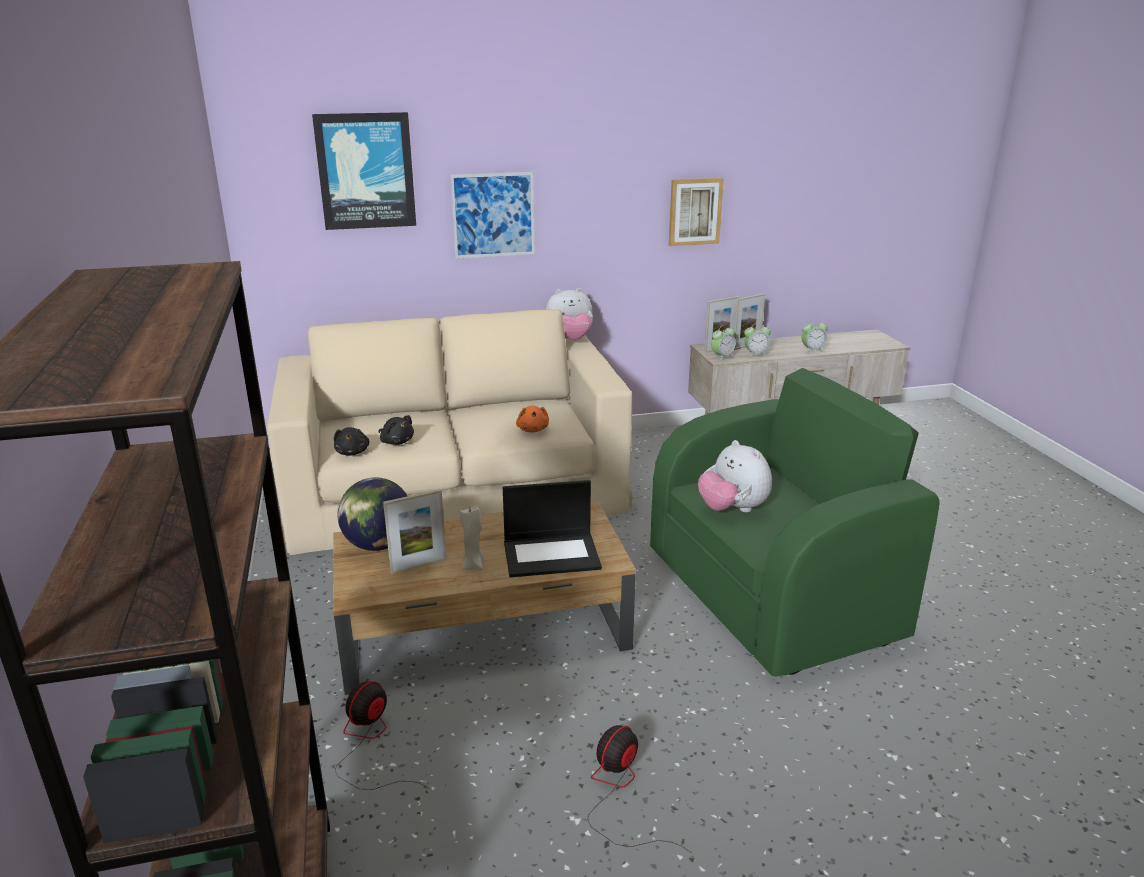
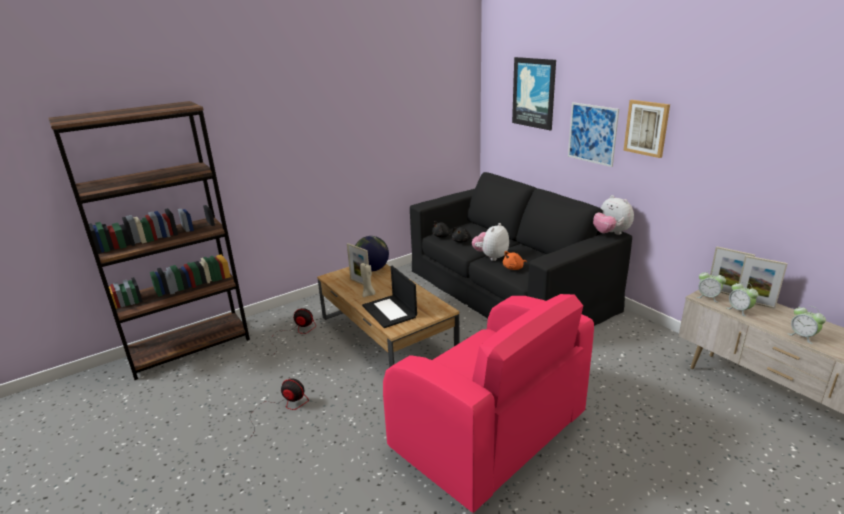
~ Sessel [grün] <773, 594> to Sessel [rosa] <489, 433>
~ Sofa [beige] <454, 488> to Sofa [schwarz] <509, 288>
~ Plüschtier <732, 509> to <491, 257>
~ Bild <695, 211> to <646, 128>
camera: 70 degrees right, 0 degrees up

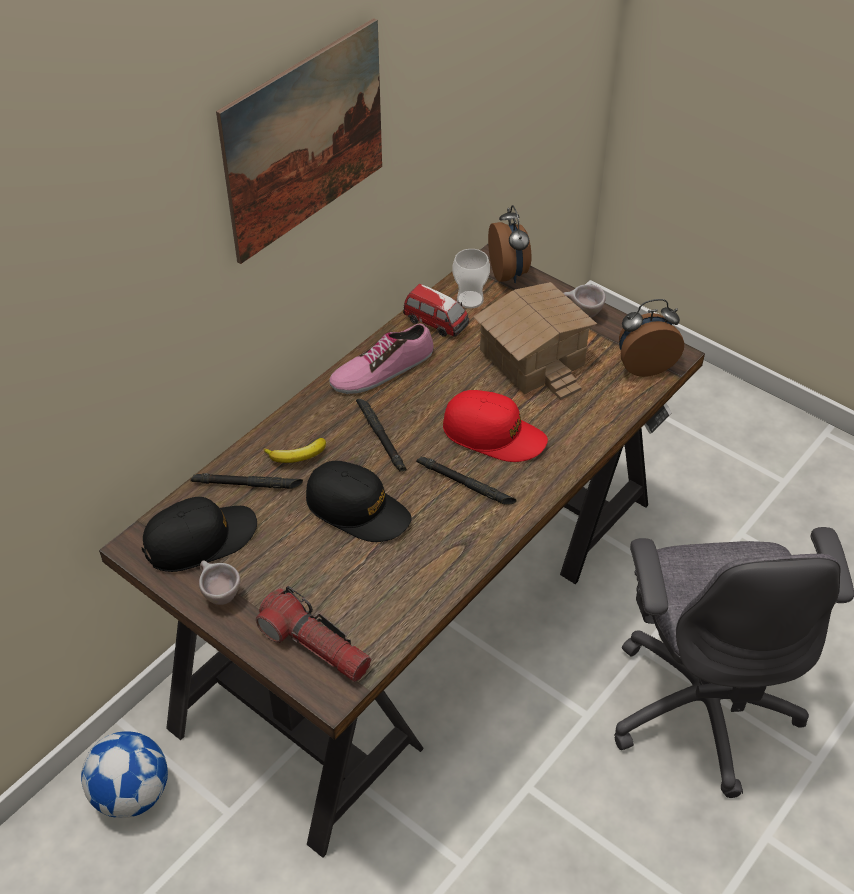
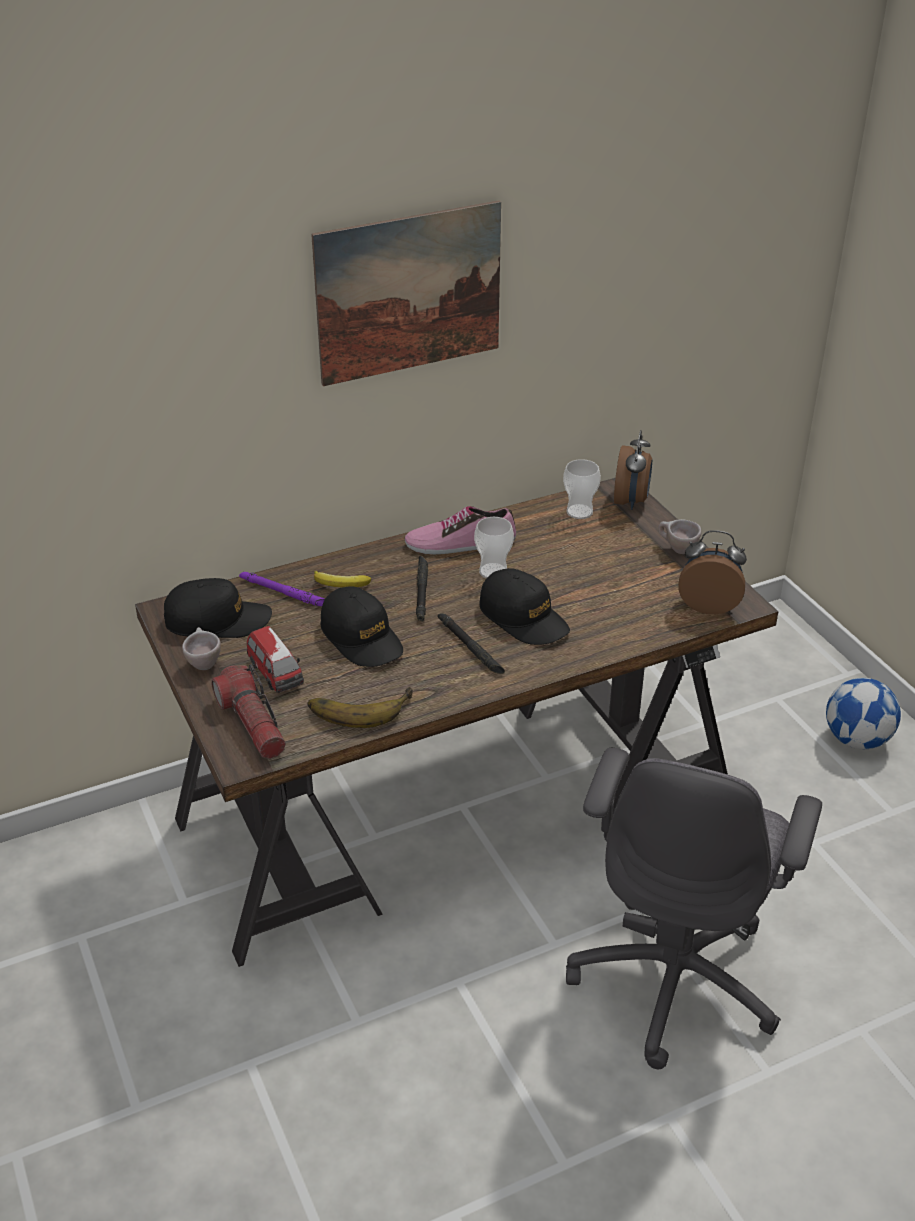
~ Taschenlampe [schwarz] <247, 484> to Taschenlampe [lila] <284, 593>
~ Spielzeugauto <436, 323> to <276, 674>
+ Banane <359, 706>
+ Tasse <493, 571>
~ Kappe [rot] <494, 435> to Kappe [schwarz] <524, 618>
~ Fußball <132, 794> to <857, 739>
- Spielzeughaus <533, 357>
camera: 25 degrees right, 10 degrees down

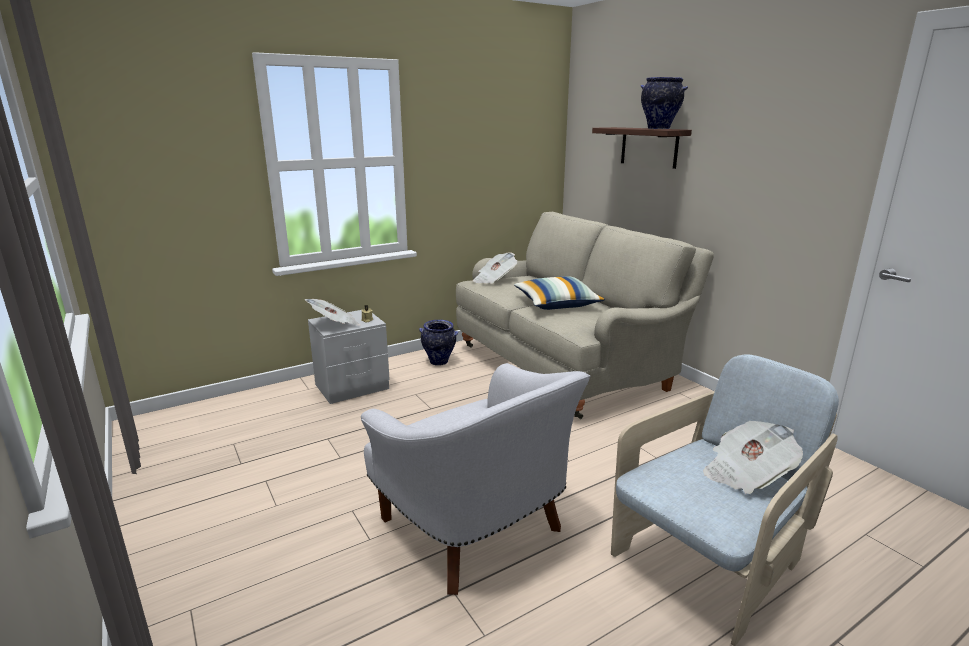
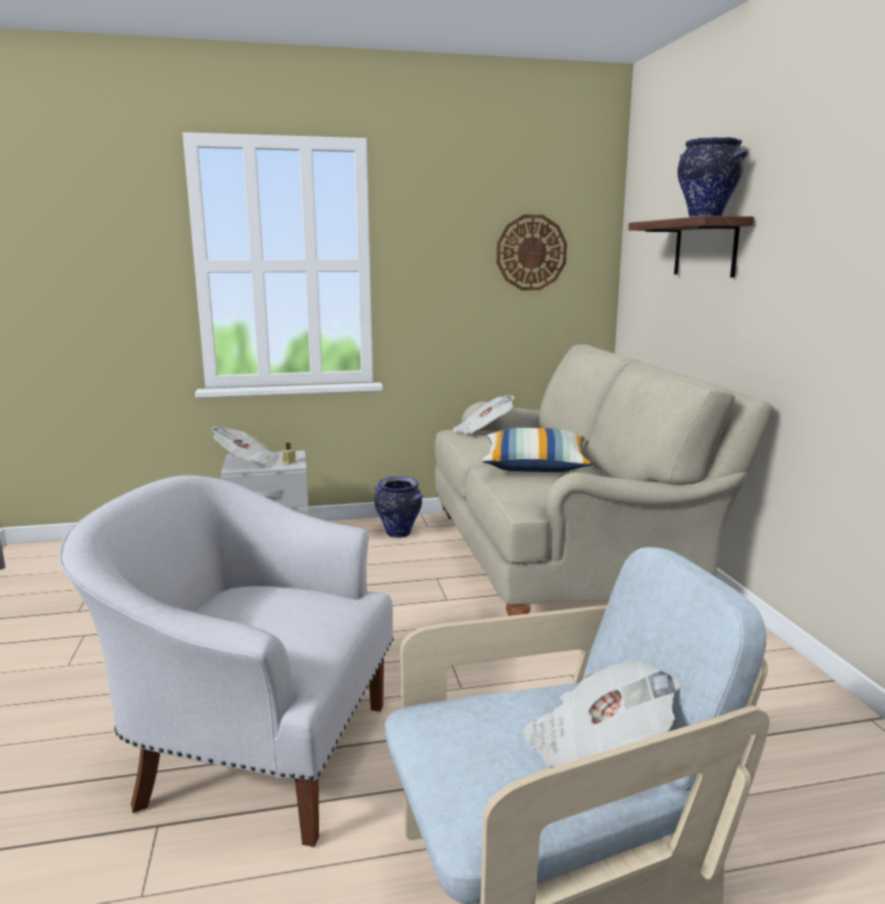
~ Sessel [weiß] <476, 530> = <256, 751> 120 degrees clockwise
+ Wanduhr <531, 253>
camera: 20 degrees right, 5 degrees down

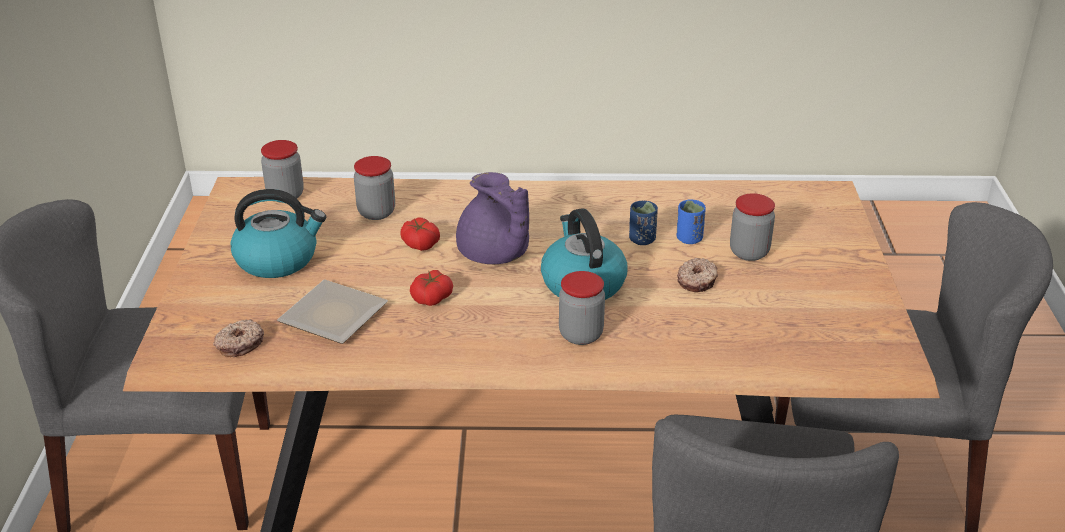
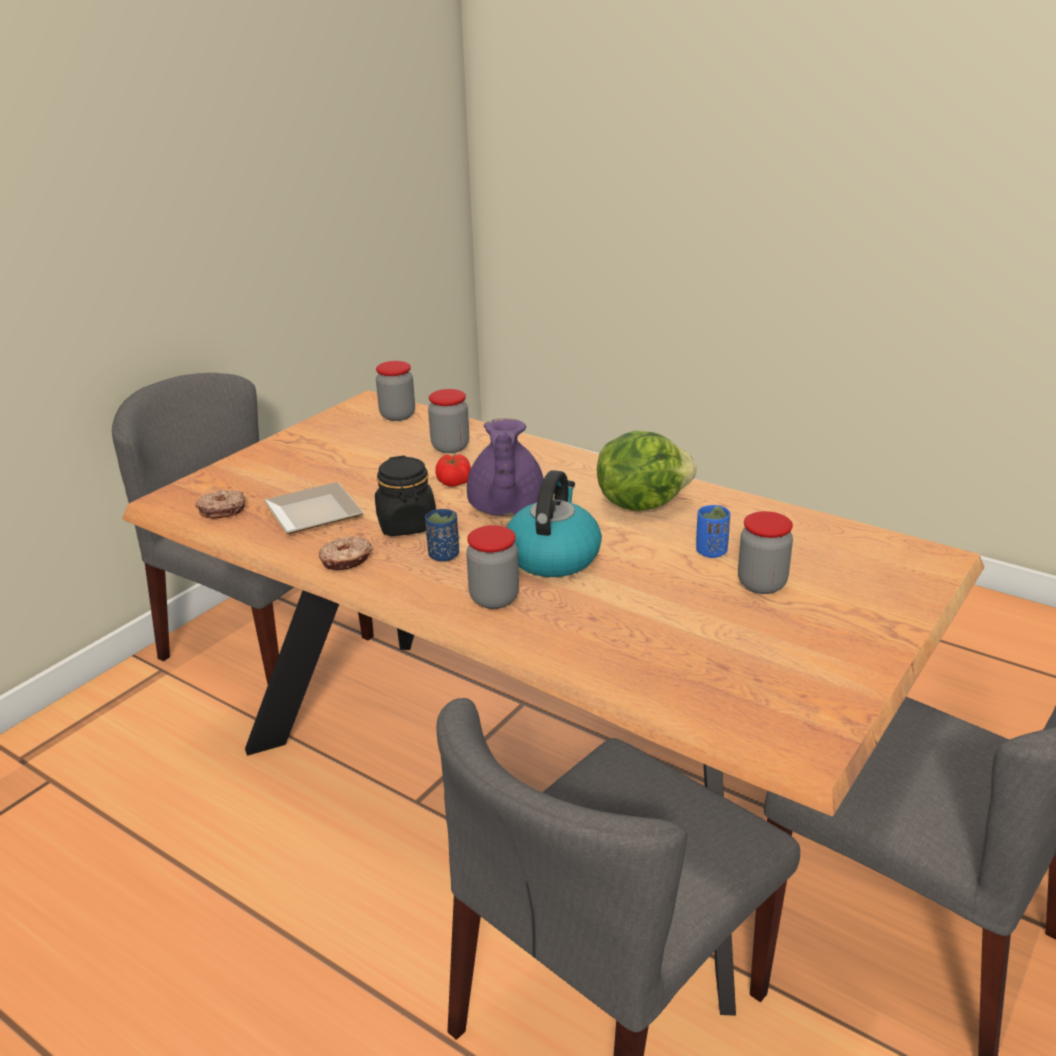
~ Donut <697, 281> to <346, 560>
~ Tomate <431, 297> to Vorratsglas [schwarz] <407, 524>
~ Tasse [blau] <642, 240> to <443, 555>
+ Salatkopf <641, 503>
- Wasserkessel <278, 259>
camera: 35 degrees right, 5 degrees down

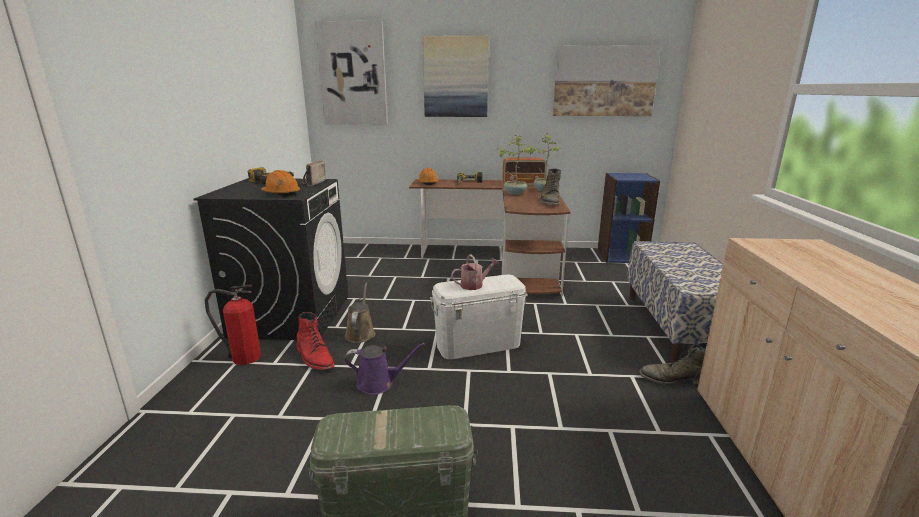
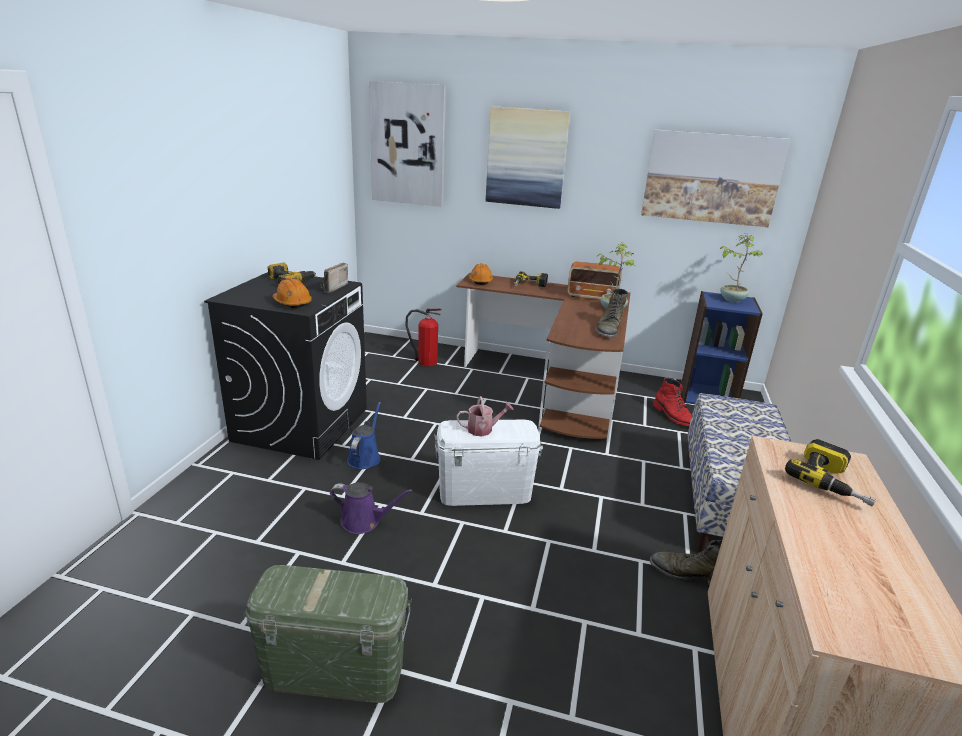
~ Gießkanne [braun] <360, 333> to Gießkanne [blau] <365, 457>
~ Feuerlöscher <243, 357> to <425, 362>
~ Stiefel [rot] <314, 357> to <674, 416>
~ Topfpflanze <514, 193> to <732, 299>
+ Bohrmaschine <832, 482>
camera: 10 degrees right, 5 degrees up

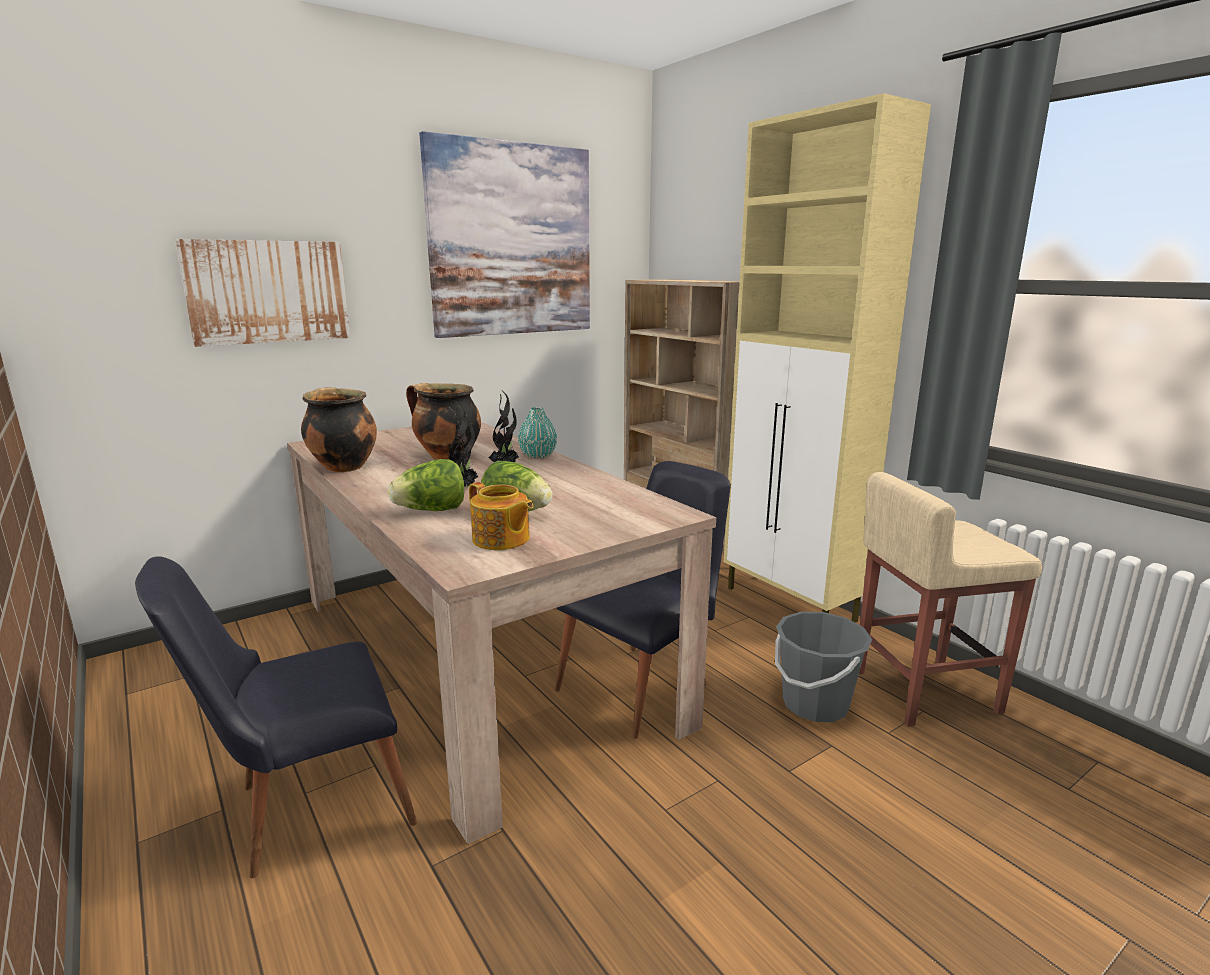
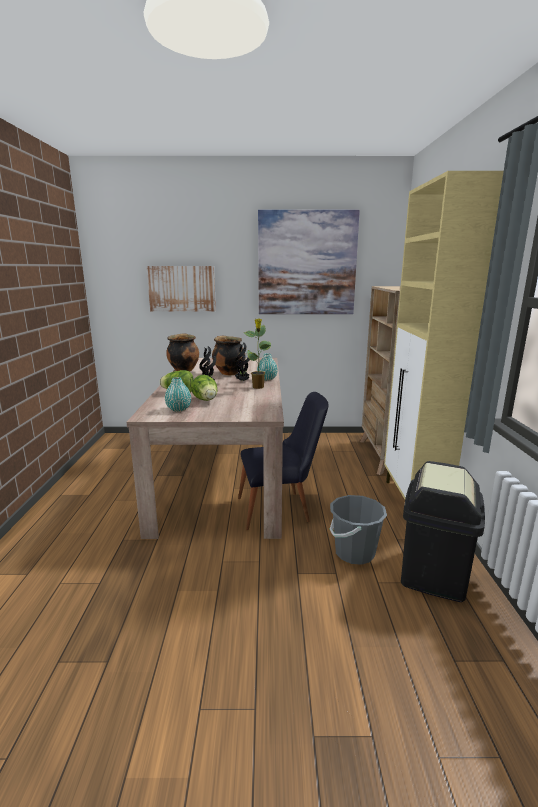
~ Teekanne <501, 540> to Vase [türkis] <178, 409>
+ Topfpflanze <258, 387>
~ Hocker [beige] <923, 691> to Mülleimer [schwarz] <433, 573>
- Stuhl [schwarz] <306, 808>
camera: 35 degrees right, 0 degrees up

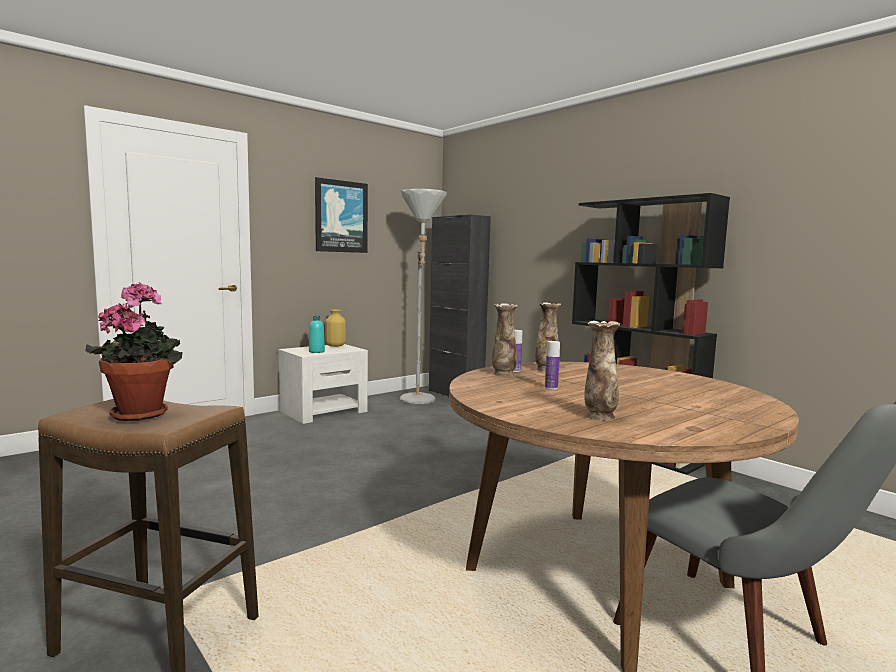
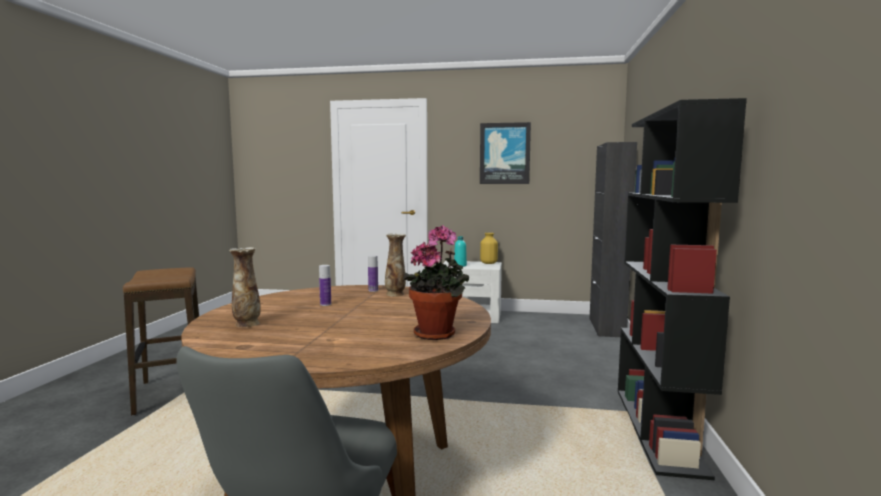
~ Topfpflanze <142, 413> to <438, 333>
- Stehlampe [grau] <419, 402>
- Vase <503, 374>
camera: 50 degrees right, 0 degrees up

